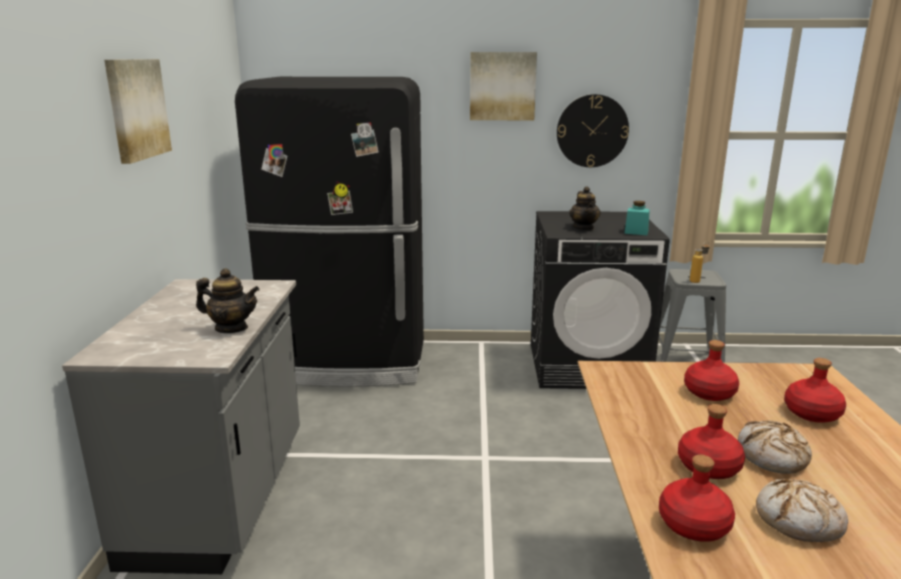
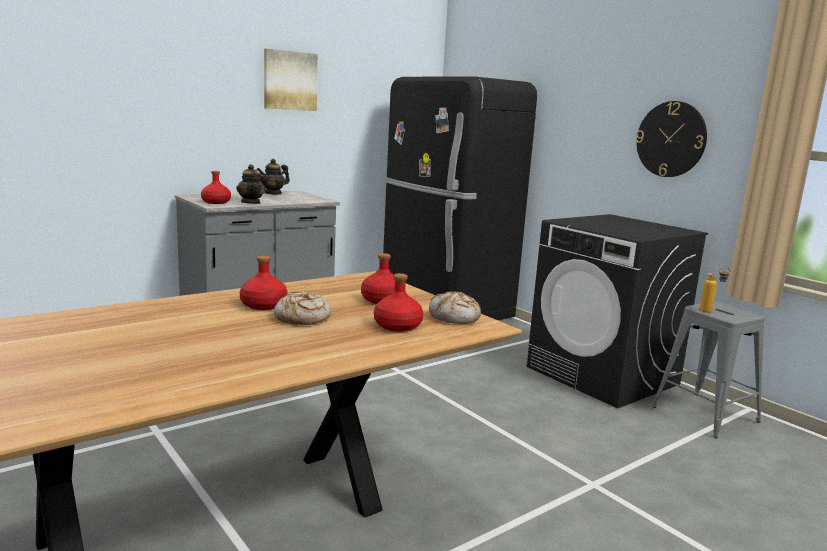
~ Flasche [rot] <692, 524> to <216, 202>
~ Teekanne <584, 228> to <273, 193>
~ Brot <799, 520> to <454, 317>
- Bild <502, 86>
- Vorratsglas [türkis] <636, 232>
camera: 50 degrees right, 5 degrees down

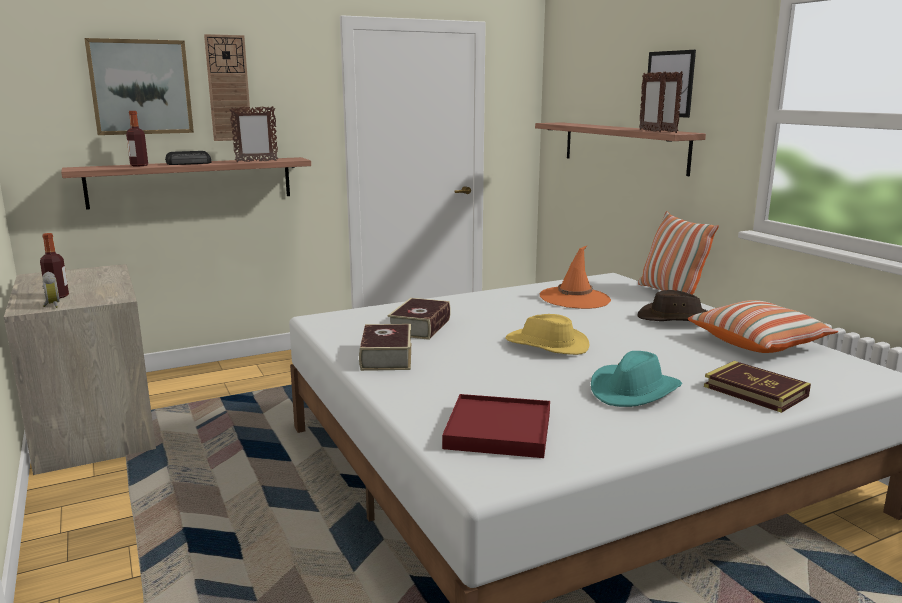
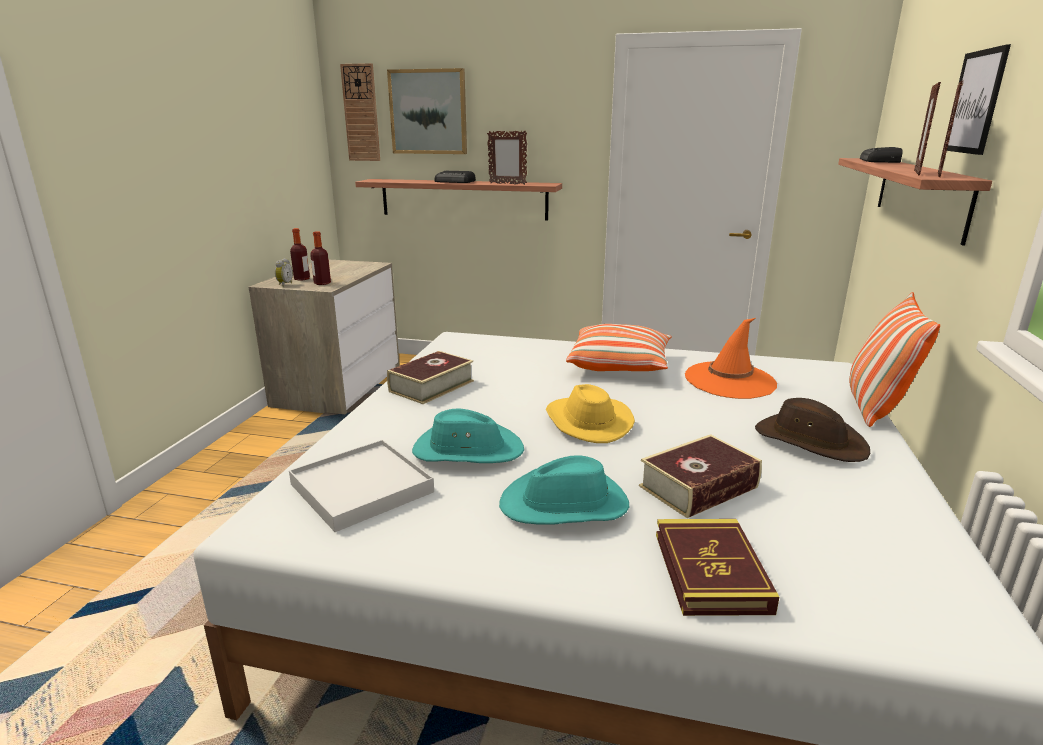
~ Tablett [rot] <498, 430> to Tablett [weiß] <362, 488>
~ Flasche <139, 165> to <322, 283>
~ Wanduhr <228, 88> to <361, 113>
+ Hut [türkis] <467, 450>
~ Kissen <758, 343> to <619, 365>
~ Buch <420, 327> to <698, 487>
+ Radio <880, 161>
camera: 40 degrees right, 5 degrees up

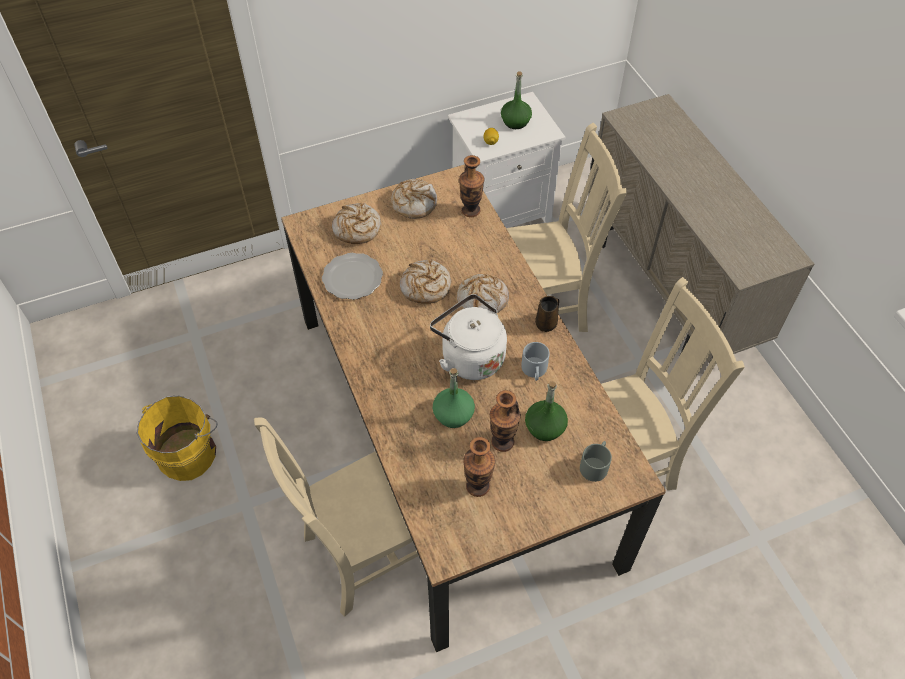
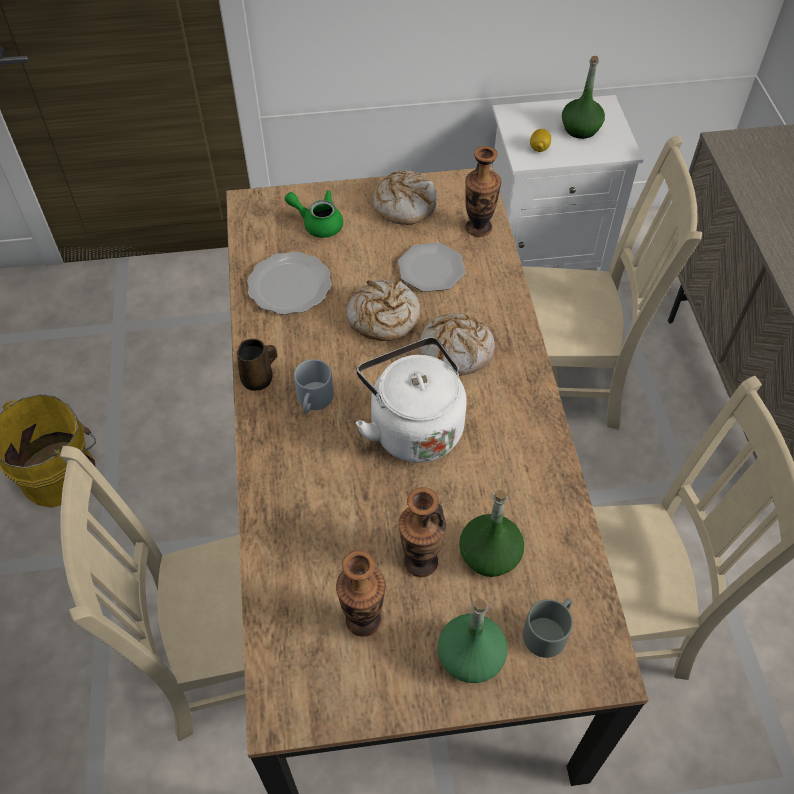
~ Henkelbecher [braun] <547, 323> to <259, 379>
~ Brot <357, 229> to Teekanne [grün] <318, 223>
~ Henkelbecher [grau] <535, 371> to <314, 401>
+ Teller <432, 269>
~ Flasche [grün] <453, 414> to <470, 656>
camera: 15 degrees right, 0 degrees up

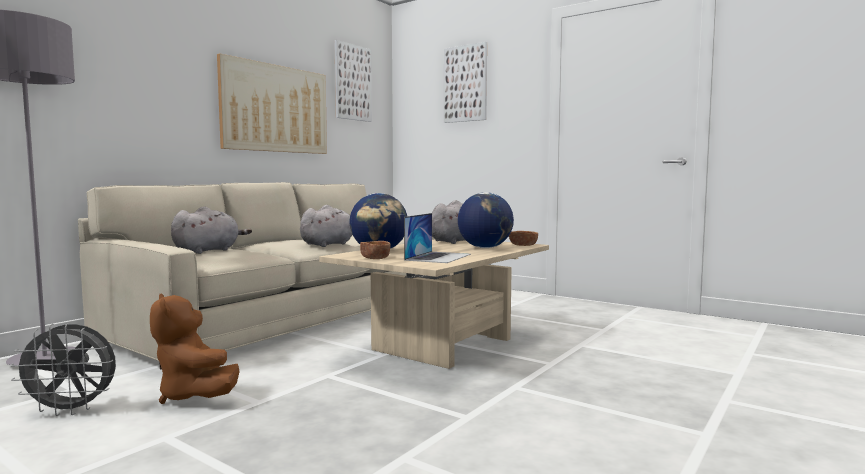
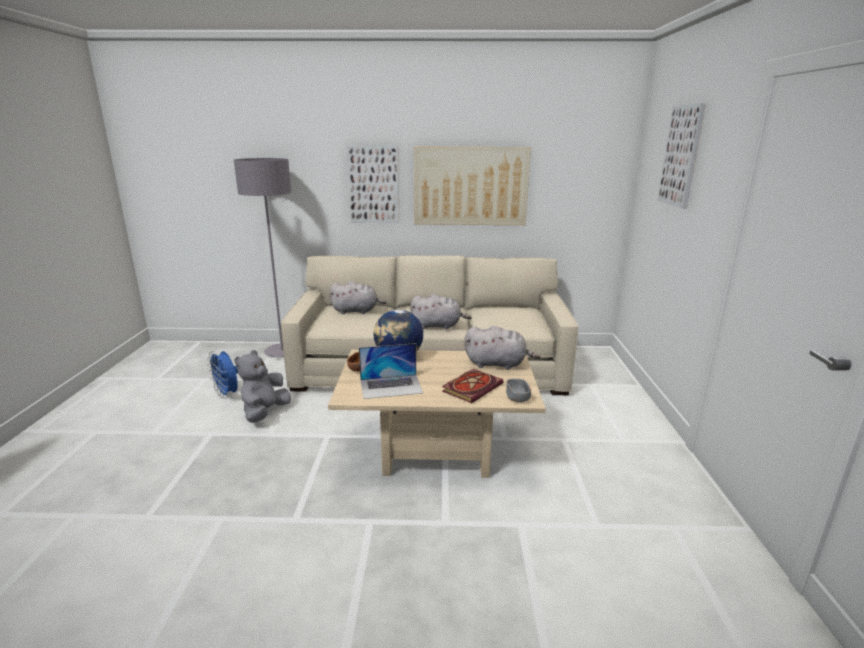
~ Ventilator [grau] <72, 410> to Ventilator [blau] <227, 394>
~ Plüschtier [braun] <195, 395> to Plüschtier [grau] <265, 413>
~ Bild <352, 82> to <373, 184>
~ Globus <485, 248> to Buch <472, 387>
~ Schüssel [braun] <523, 245> to Schüssel [grau] <517, 398>
camera: 55 degrees right, 15 degrees up

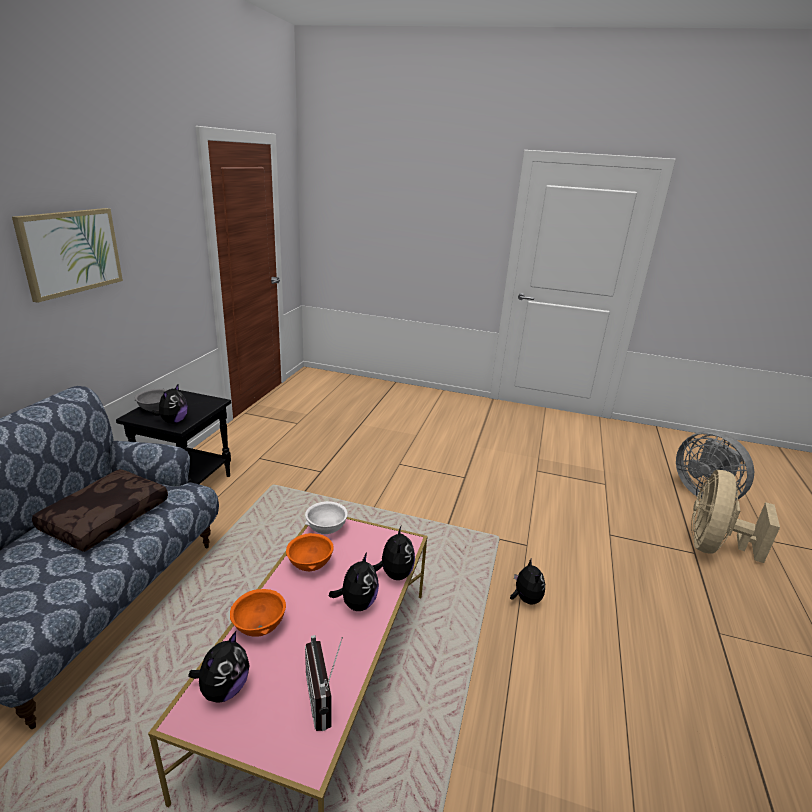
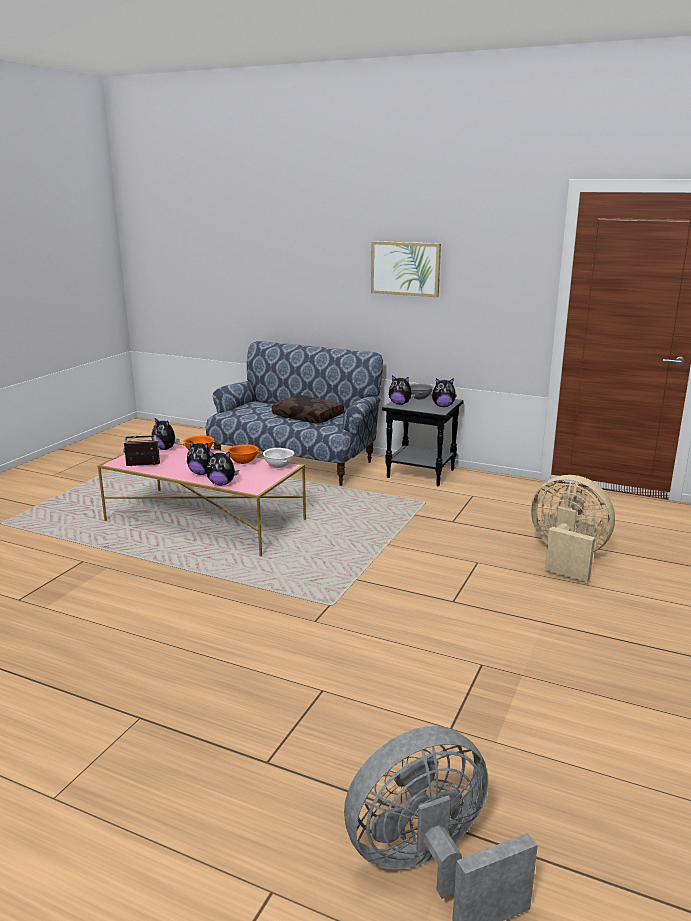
~ Plüschtier <525, 599> to <443, 406>
~ Ventilator [beige] <713, 546> to <566, 558>
camera: 100 degrees right, 5 degrees down

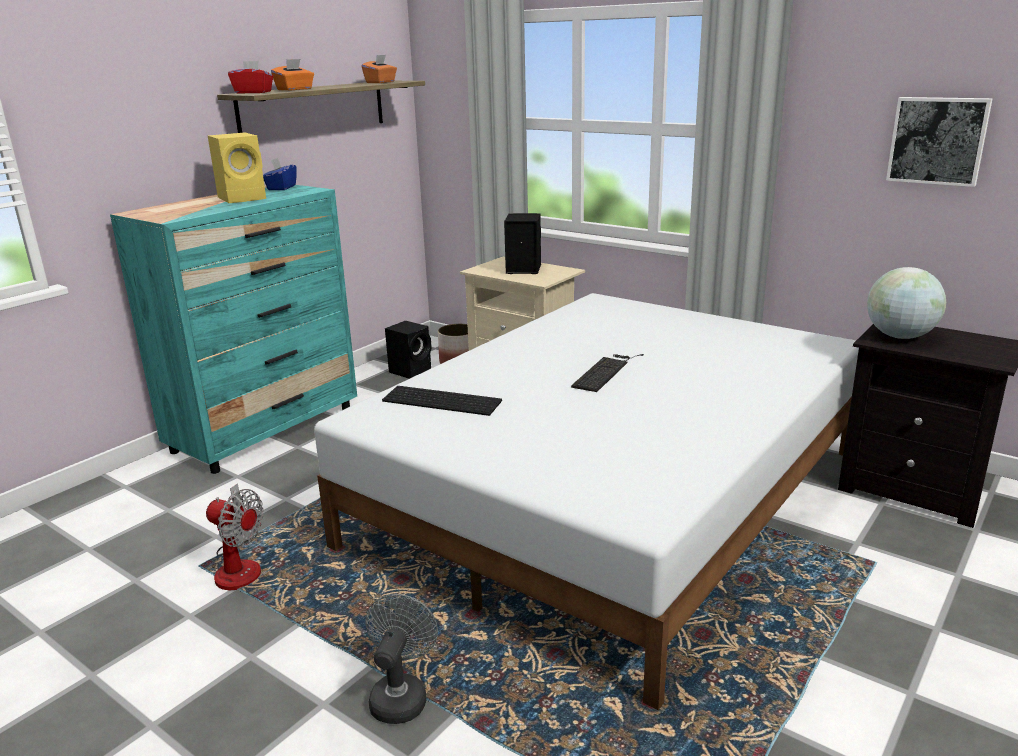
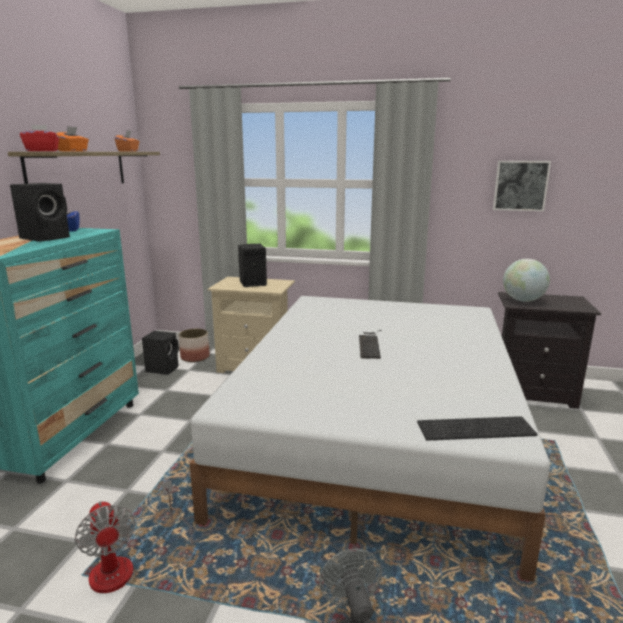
~ Lautsprecher [gelb] <244, 198> to Lautsprecher [schwarz] <46, 238>
~ Ventilator <239, 566> = <123, 563> 60 degrees clockwise
~ Tastatur <443, 400> to <476, 427>
camera: 25 degrees left, 5 degrees down

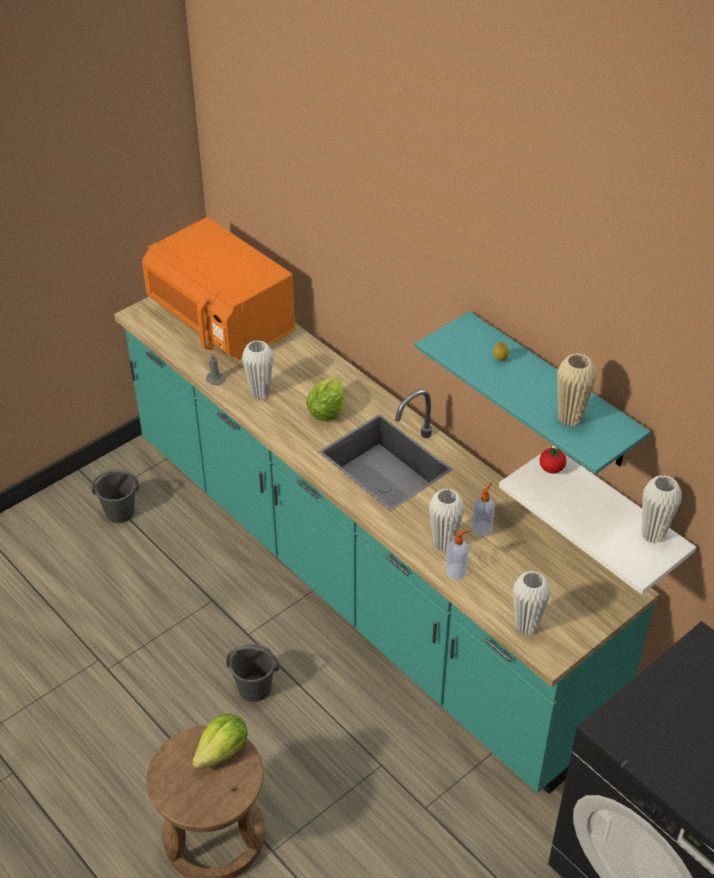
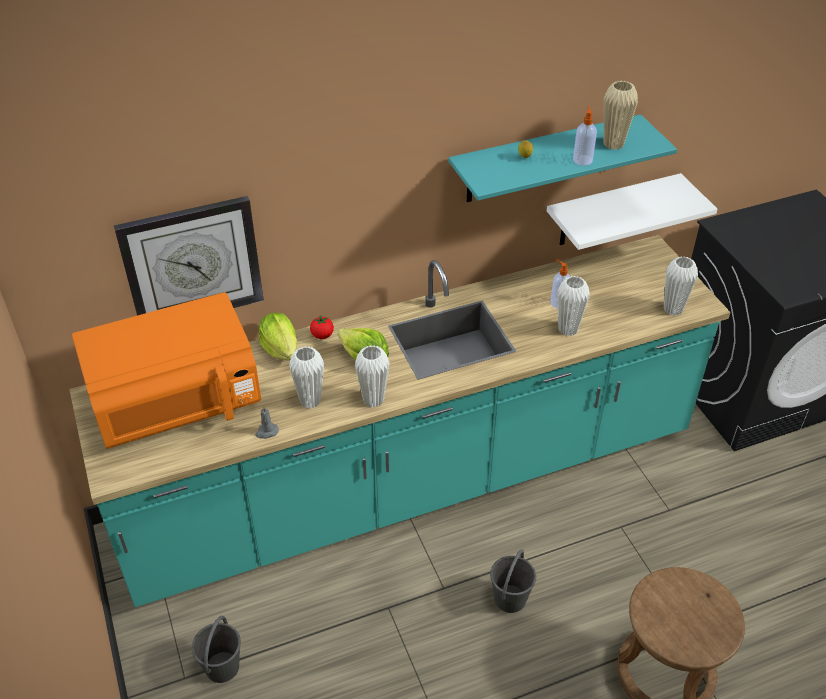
+ Wanduhr <192, 262>
~ Salatkopf <223, 751> to <281, 349>
~ Tomate <551, 469> to <322, 335>
~ Vase [weiß] <652, 535> to <373, 400>
~ Seifenspender <457, 571> to <582, 159>
camera: 70 degrees left, 0 degrees up

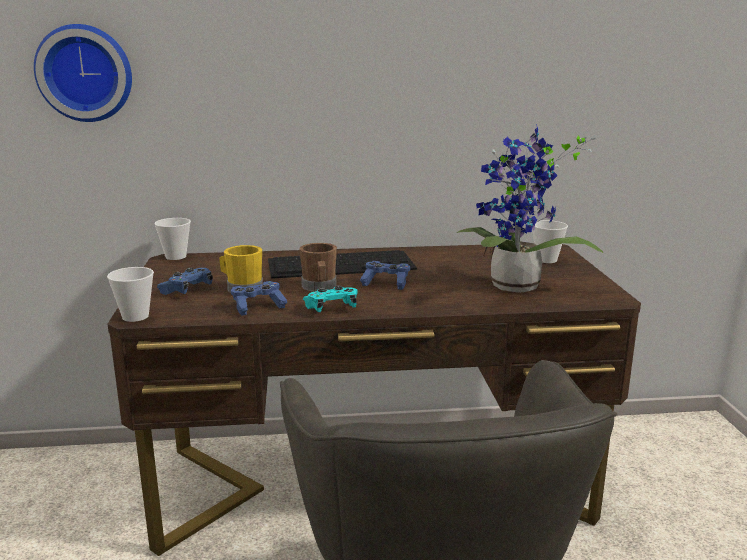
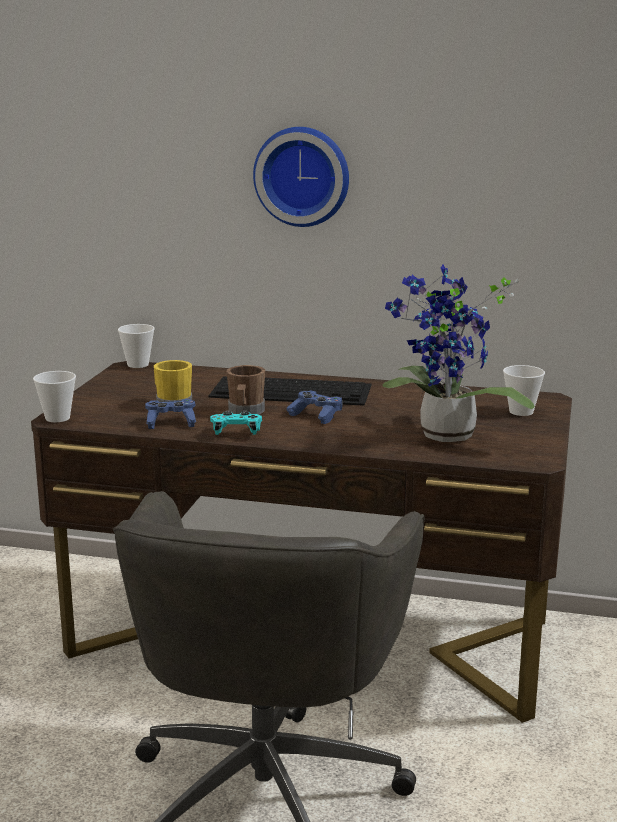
~ Wanduhr <85, 73> to <303, 176>
- Gamepad [blau] <187, 290>
camera: 20 degrees right, 0 degrees up

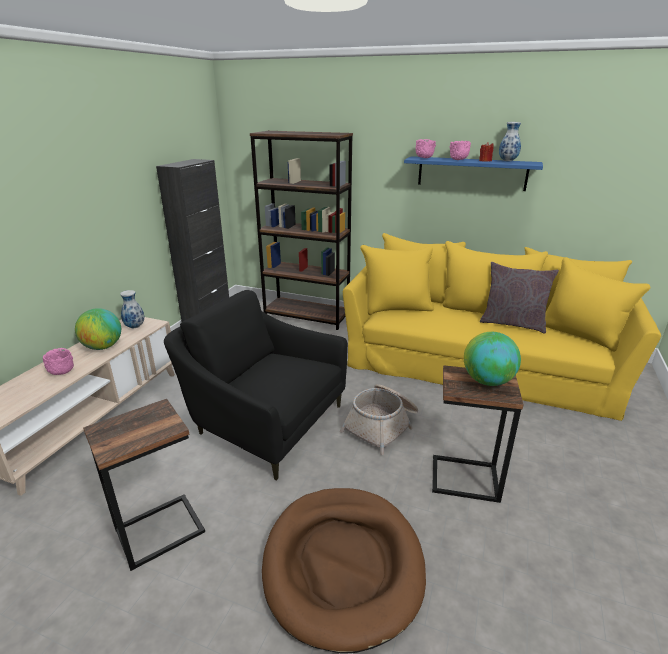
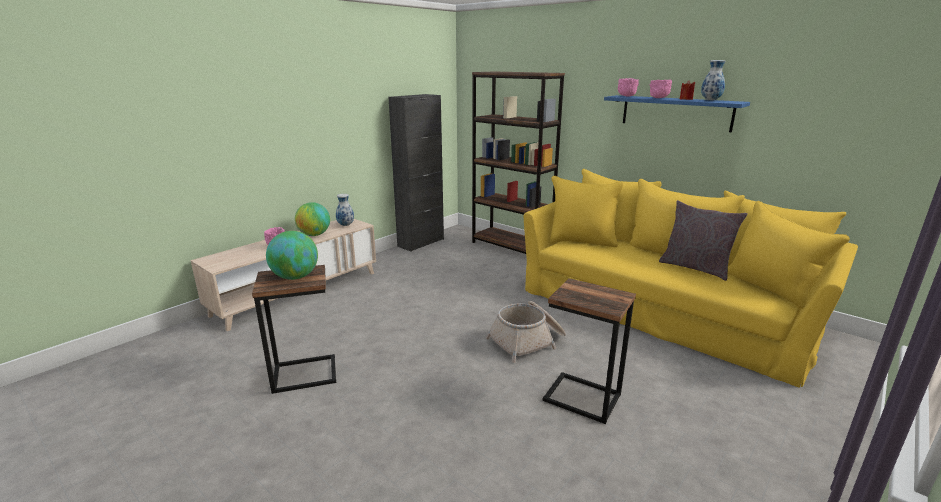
~ Globus <487, 381> to <295, 277>
- Sessel [schwarz] <264, 422>
- Hundebett [braun] <343, 564>
camera: 20 degrees right, 5 degrees down

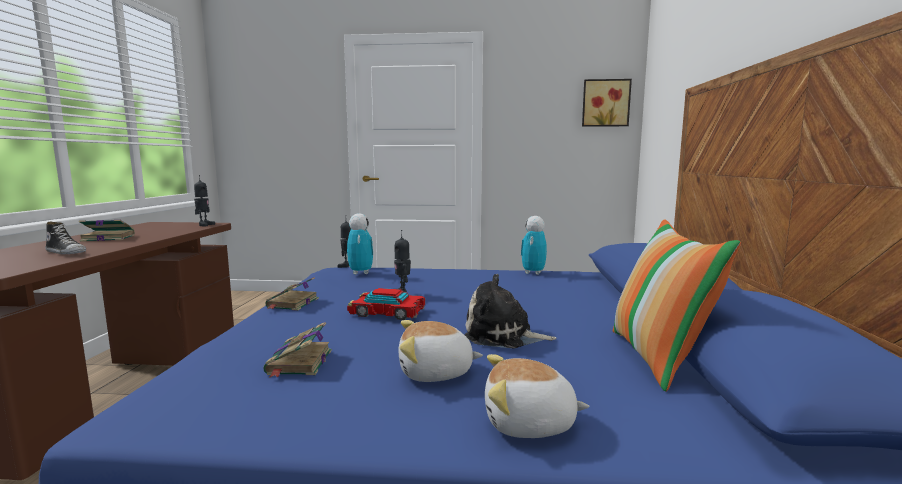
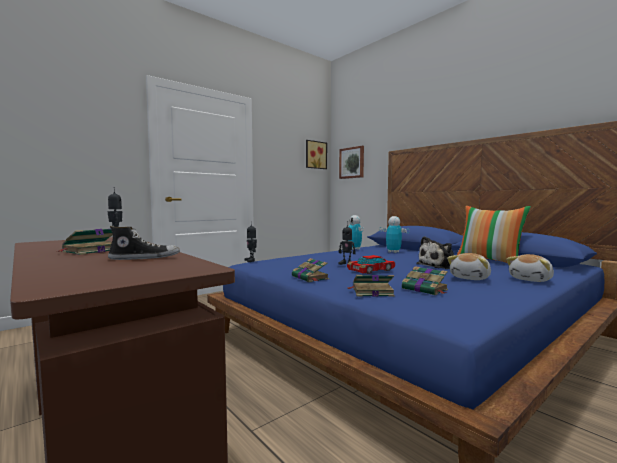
+ Bild <352, 162>
+ Buch <371, 292>
~ Spielzeugroboter <361, 272> to <393, 252>
camera: 45 degrees left, 5 degrees down

